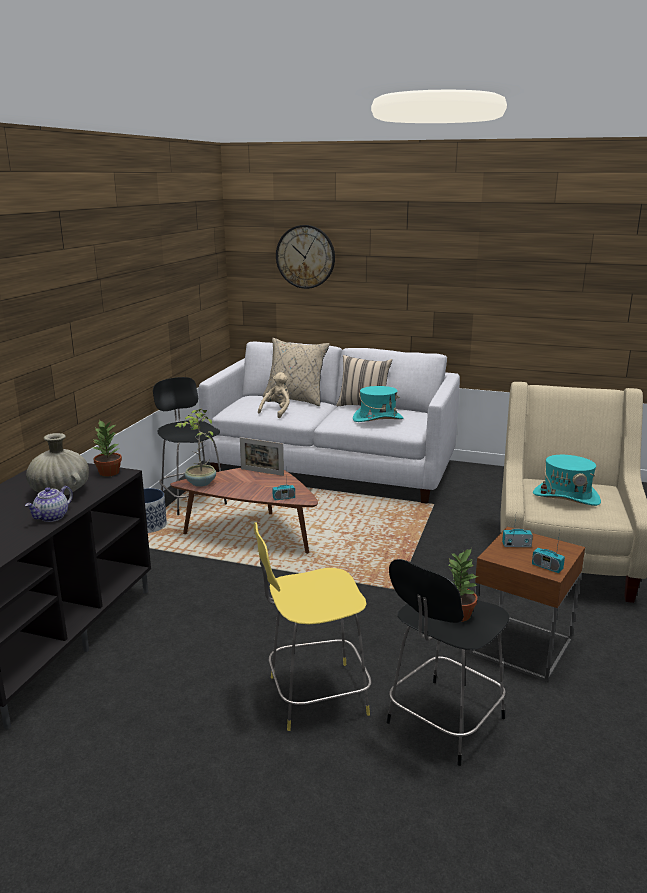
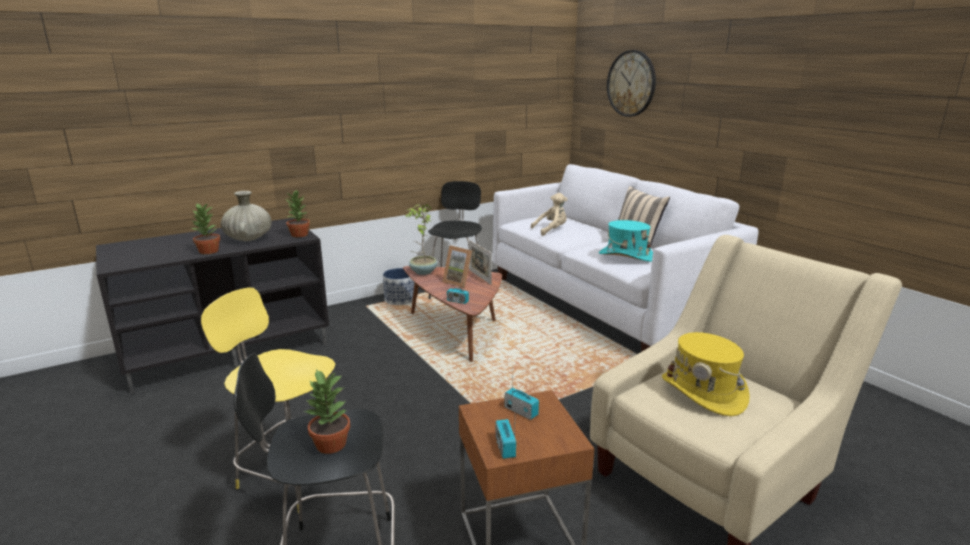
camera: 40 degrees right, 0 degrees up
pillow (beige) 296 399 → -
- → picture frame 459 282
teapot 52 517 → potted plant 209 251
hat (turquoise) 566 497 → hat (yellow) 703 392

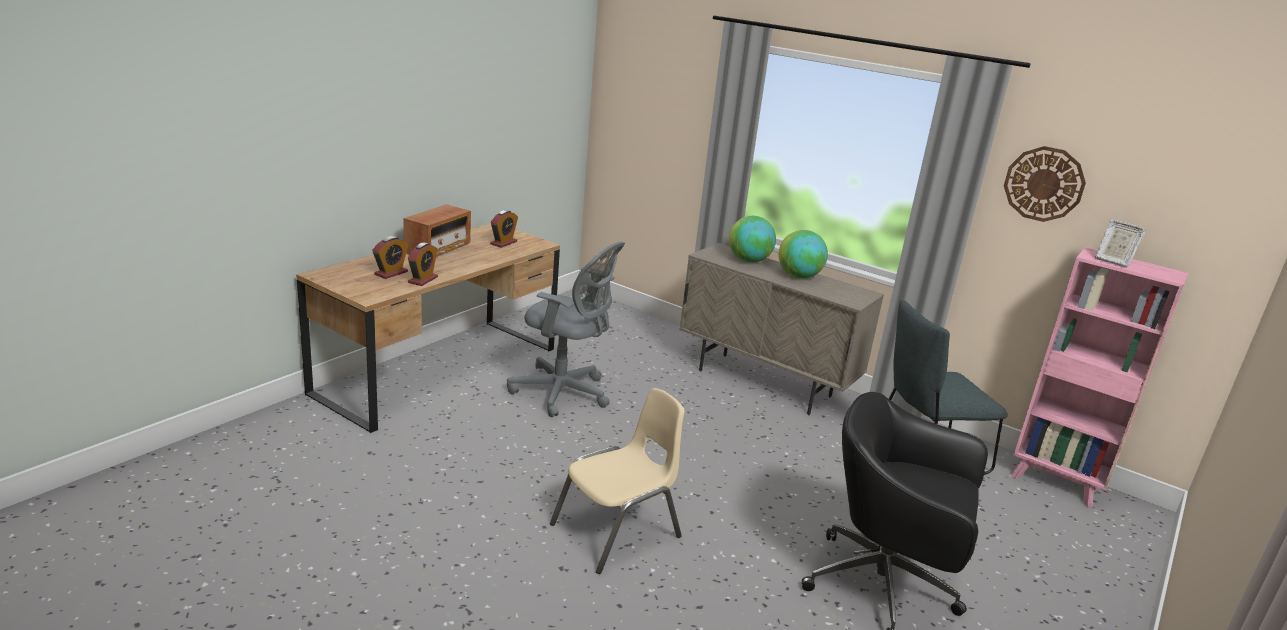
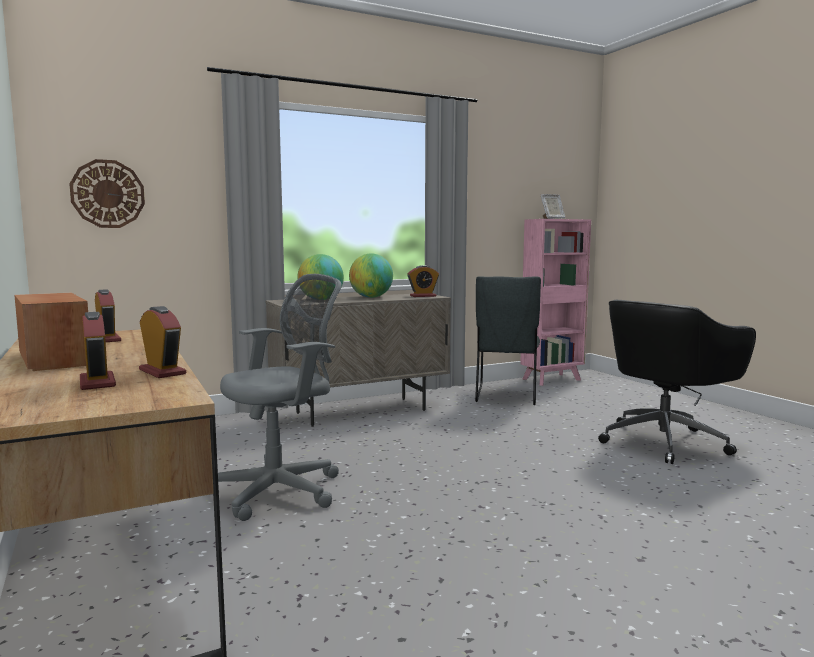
camera: 60 degrees left, 15 degrees down
chair (beige) 617 531 → -
- → alarm clock 423 296
wall clock 1044 184 → wall clock 108 194, relocated

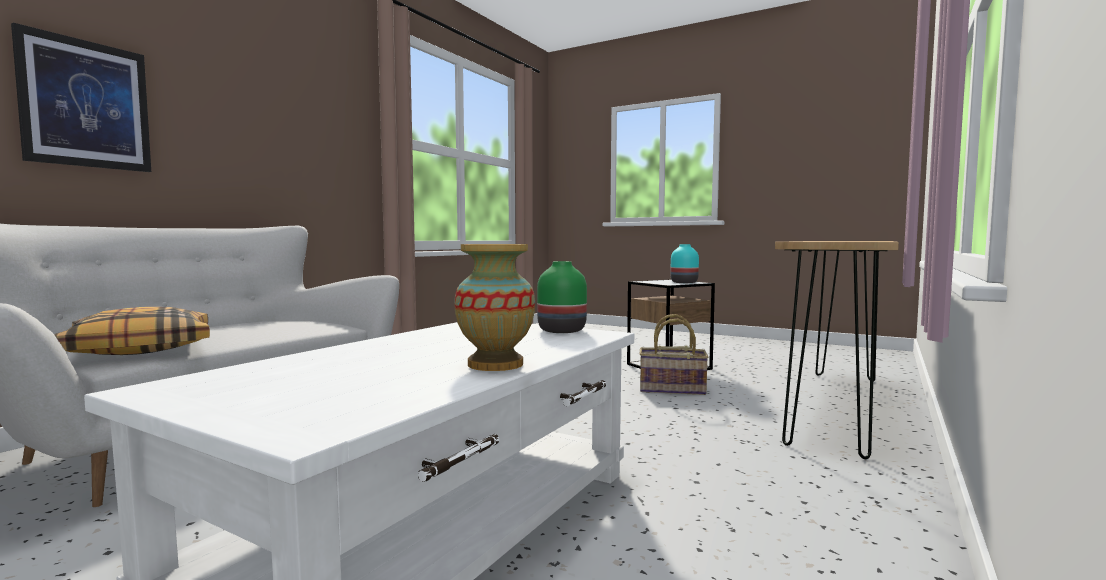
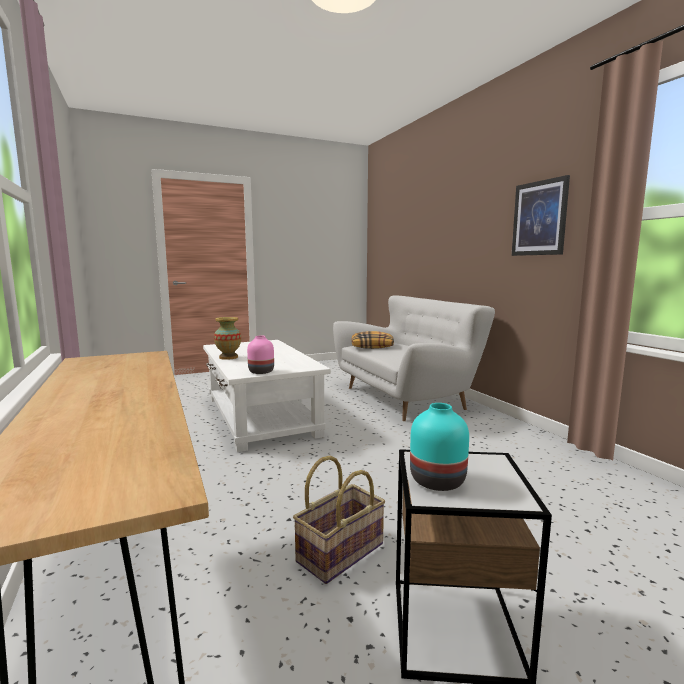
camera: 125 degrees right, 5 degrees up
picture 86 104 → picture 539 218, relocated
vase (green) 562 330 → vase (pink) 261 372

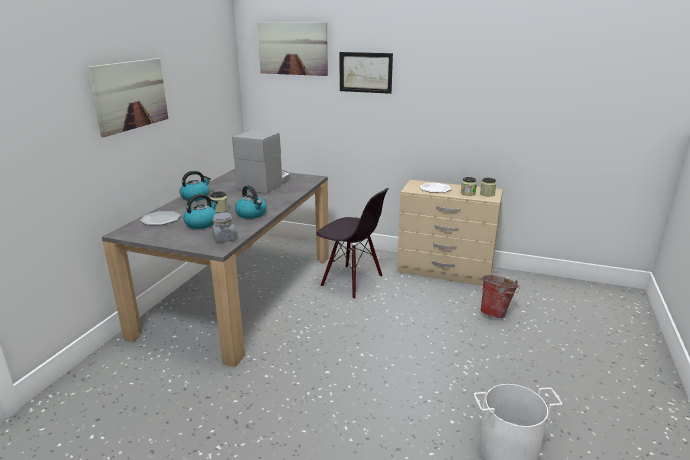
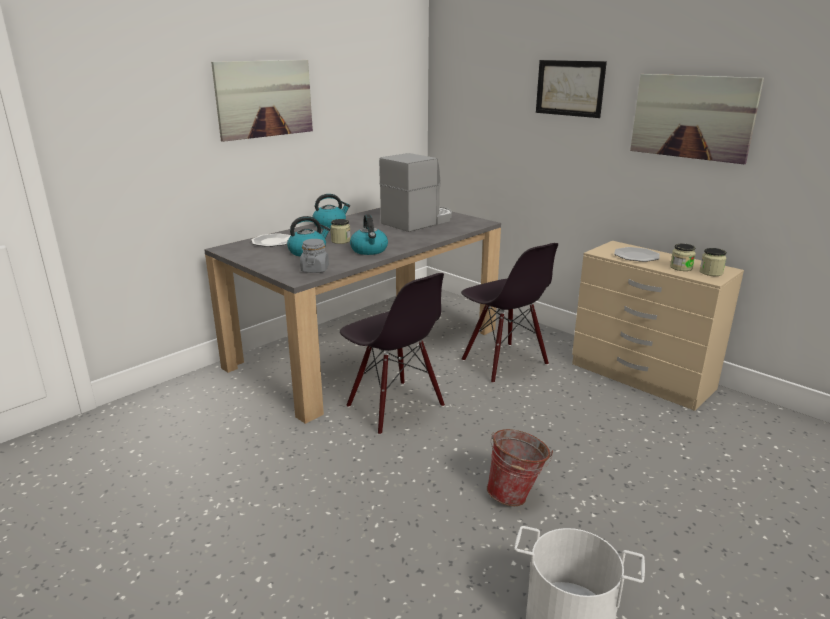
camera: 25 degrees right, 0 degrees up
- → chair (black) 394 407
picture 293 48 → picture 692 117, relocated
bucket 496 313 → bucket 516 495, relocated

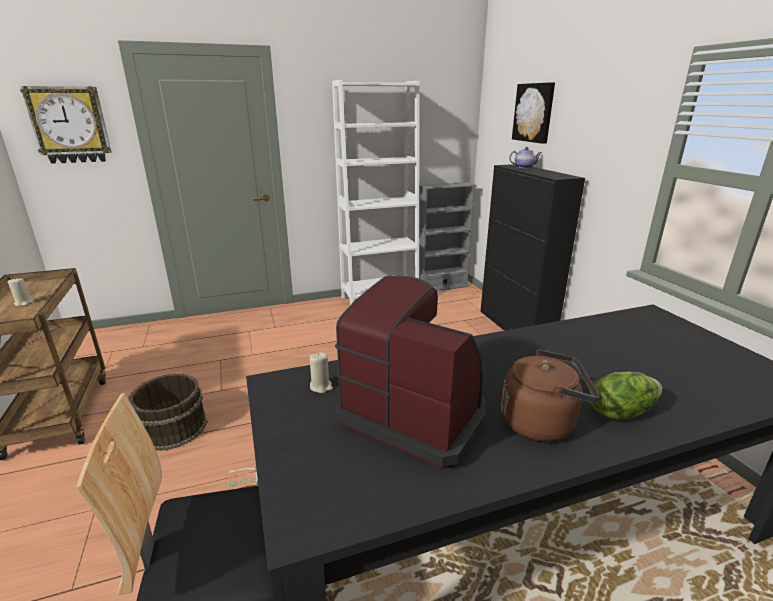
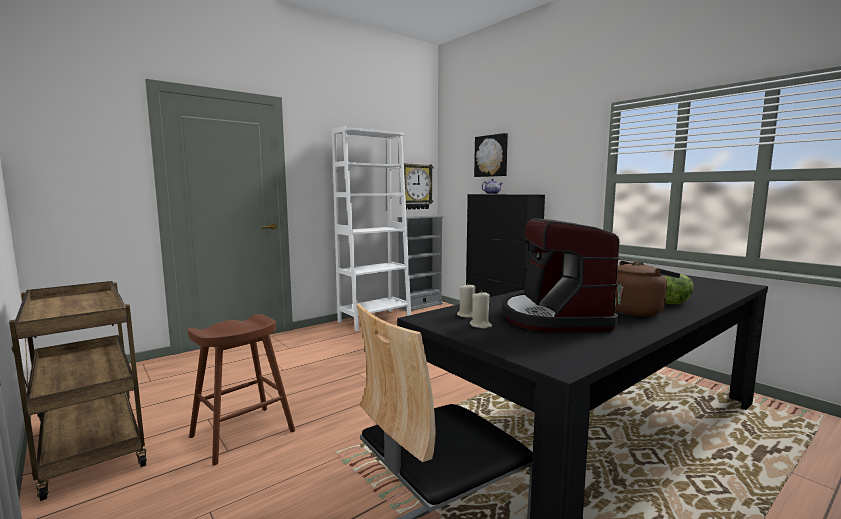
camera: 20 degrees left, 15 degrees down
candle (beige) 24 303 → candle (beige) 480 325, relocated
wall clock 70 125 → wall clock 415 186, relocated
bucket (brown) 171 427 → stool (brown) 243 434
coffee machine 414 414 → coffee machine 554 317, 105 degrees counterclockwise

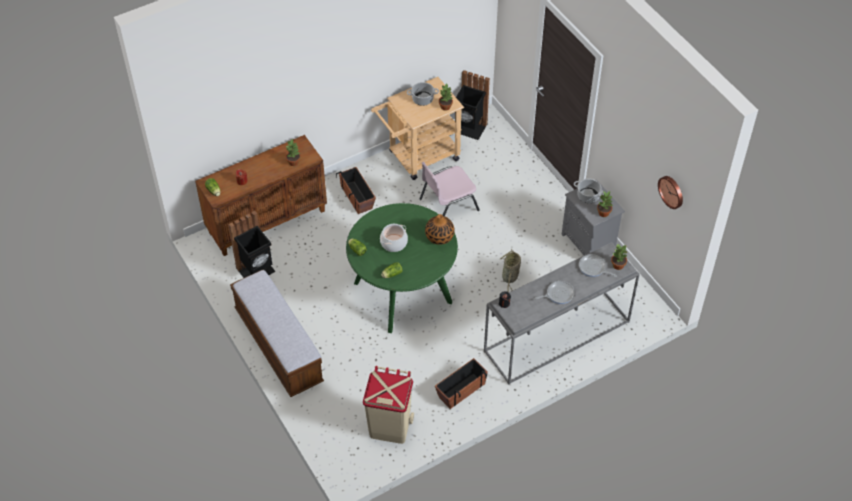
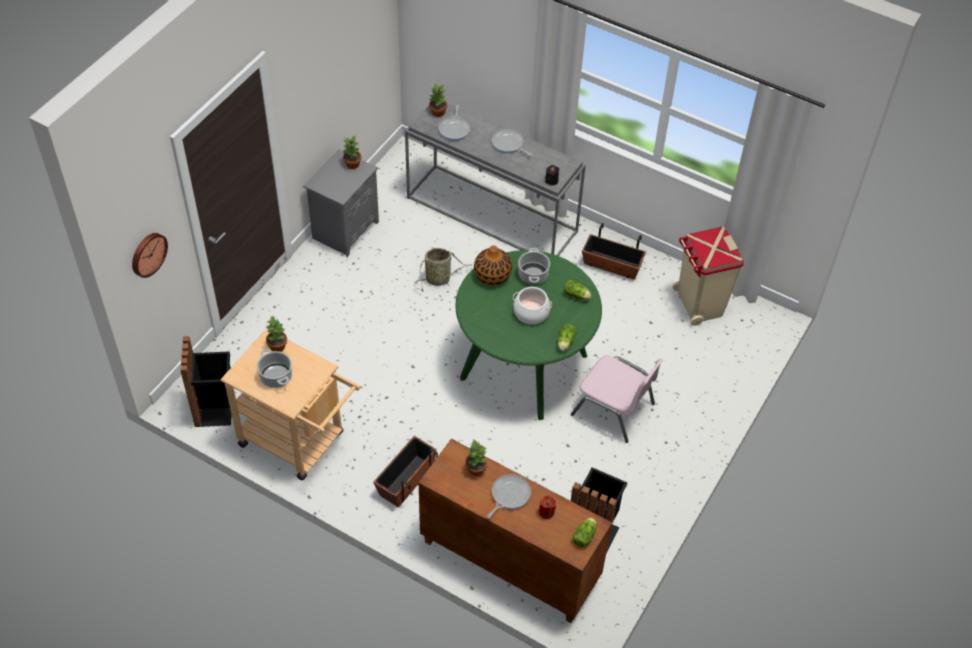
camera: 120 degrees left, 0 degrees up
bench 278 346 → -
- → frying pan 509 495
chair (pink) 447 204 → chair (pink) 614 409, relocated
cooking pot 587 196 → cooking pot 533 275, relocated
wall clock 671 191 → wall clock 147 254, relocated

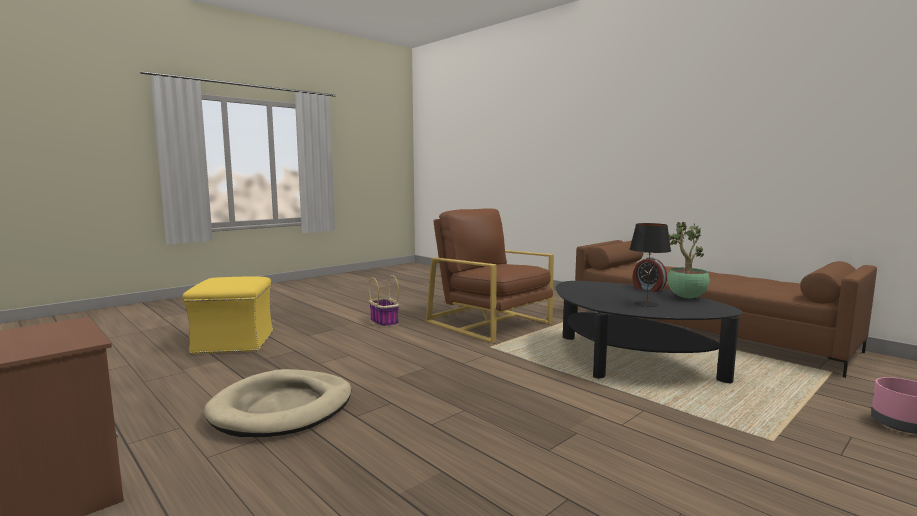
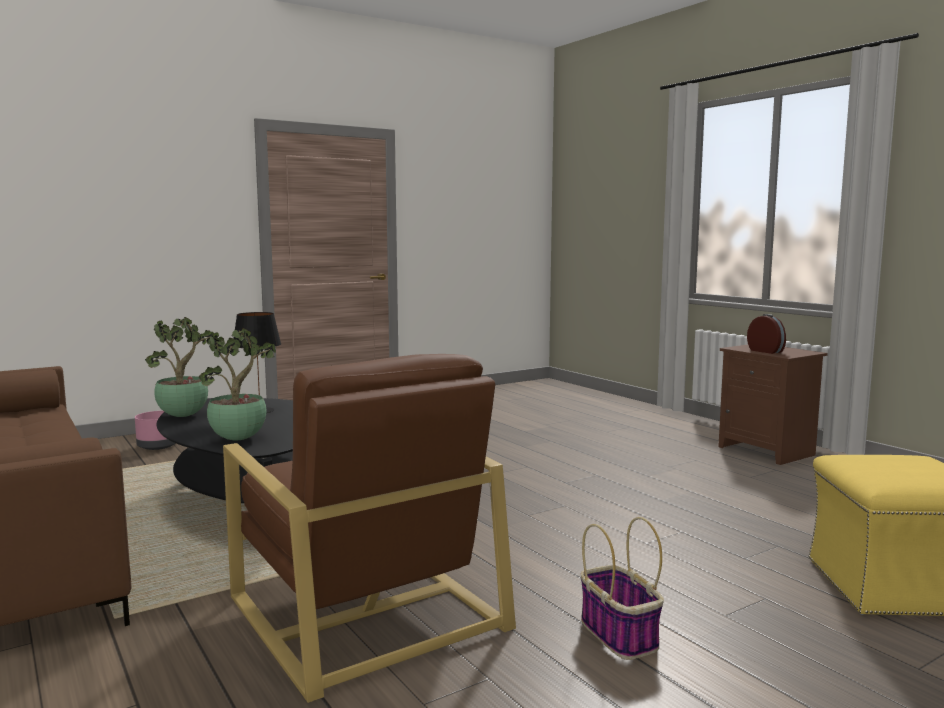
camera: 170 degrees left, 0 degrees up
dog bed (beige) 283 408 → -
- → potted plant 240 439
alarm clock 648 289 → alarm clock 766 351, relocated

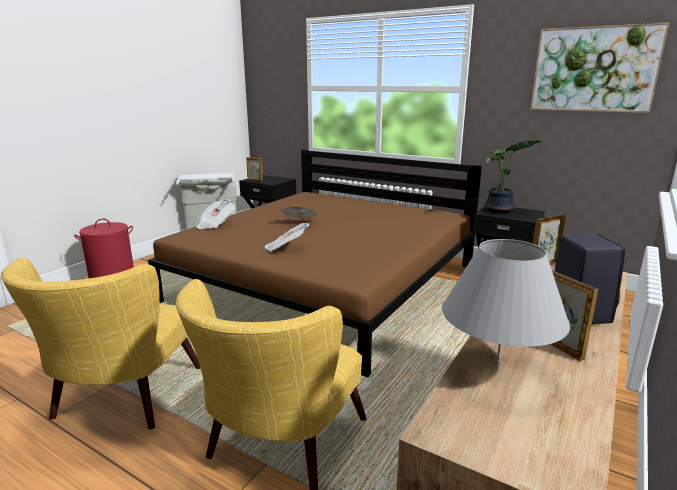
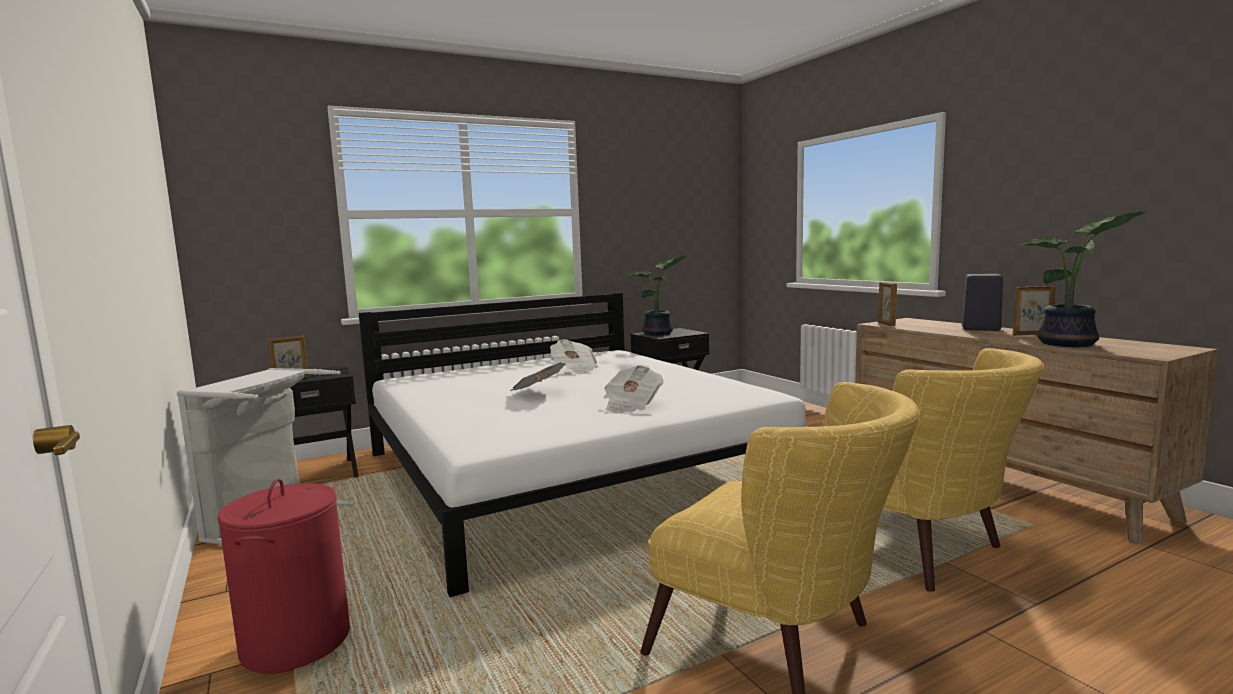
camera: 60 degrees left, 10 degrees down
picture 594 69 → -
newspaper 215 224 → newspaper 574 370, relocated
table lamp (grey) 496 370 → potted plant 1070 344
bed (brown) 327 282 → bed (white) 568 471

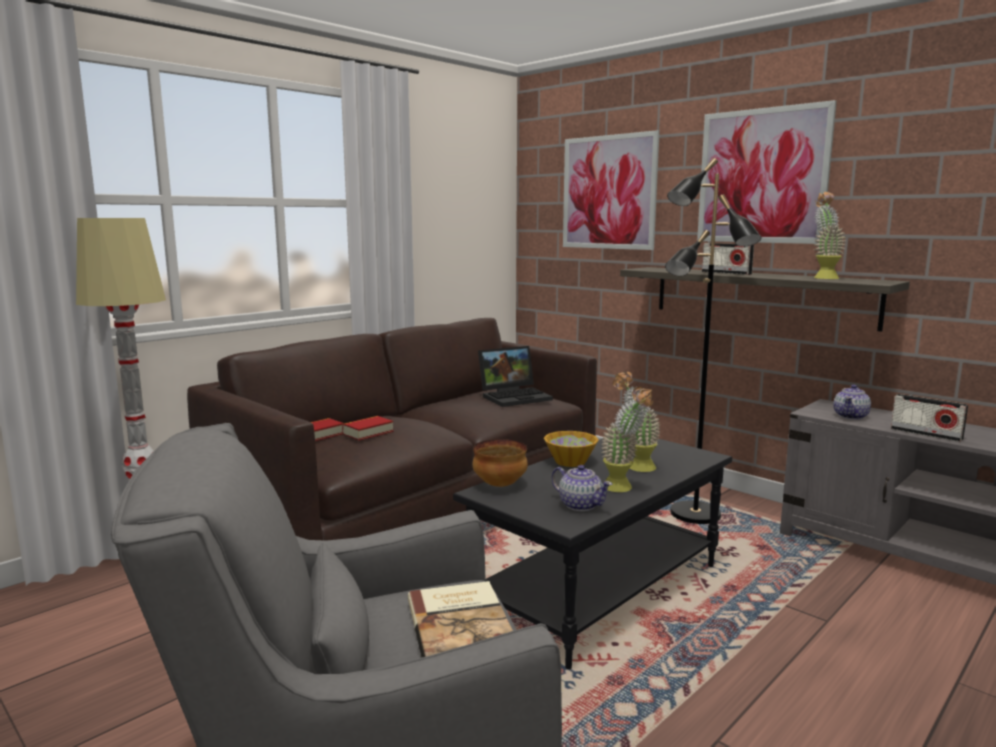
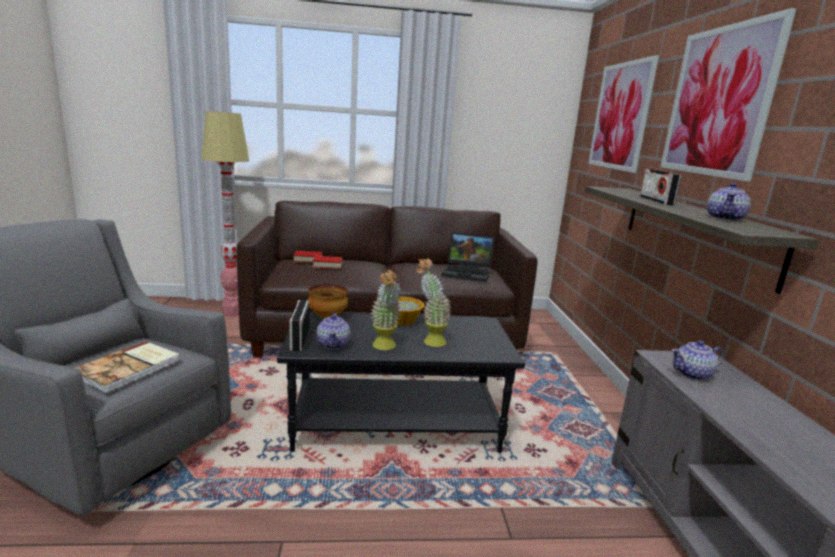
camera: 40 degrees right, 5 degrees up
floor lamp (black) 694 515 → -
radio 926 434 → radio 299 339, relocated
potted plant 822 278 → teapot 725 218

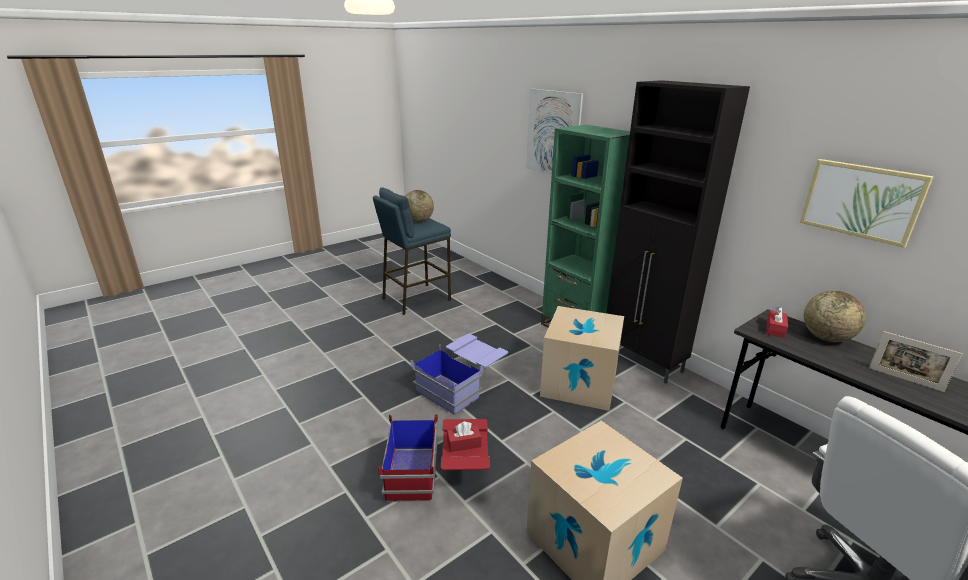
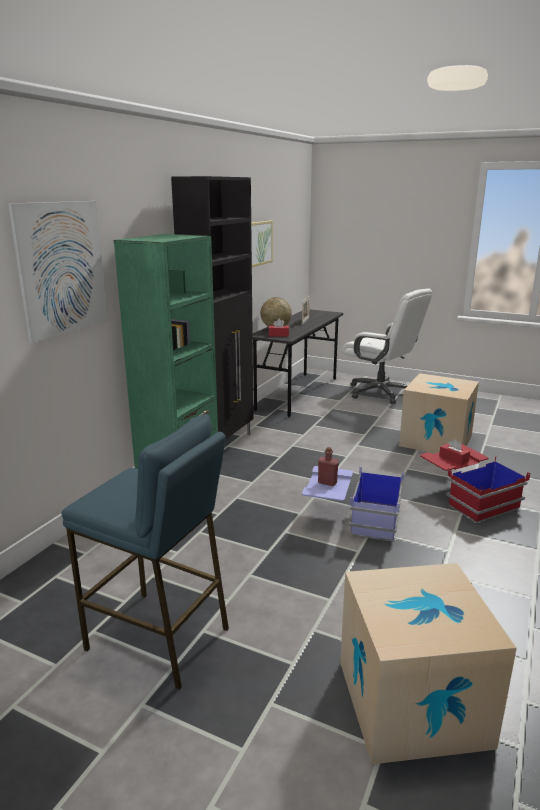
camera: 115 degrees left, 5 degrees down
globe 418 221 → -
- → bottle (red) 327 482
cardboard box 579 383 → cardboard box 412 702, relocated

